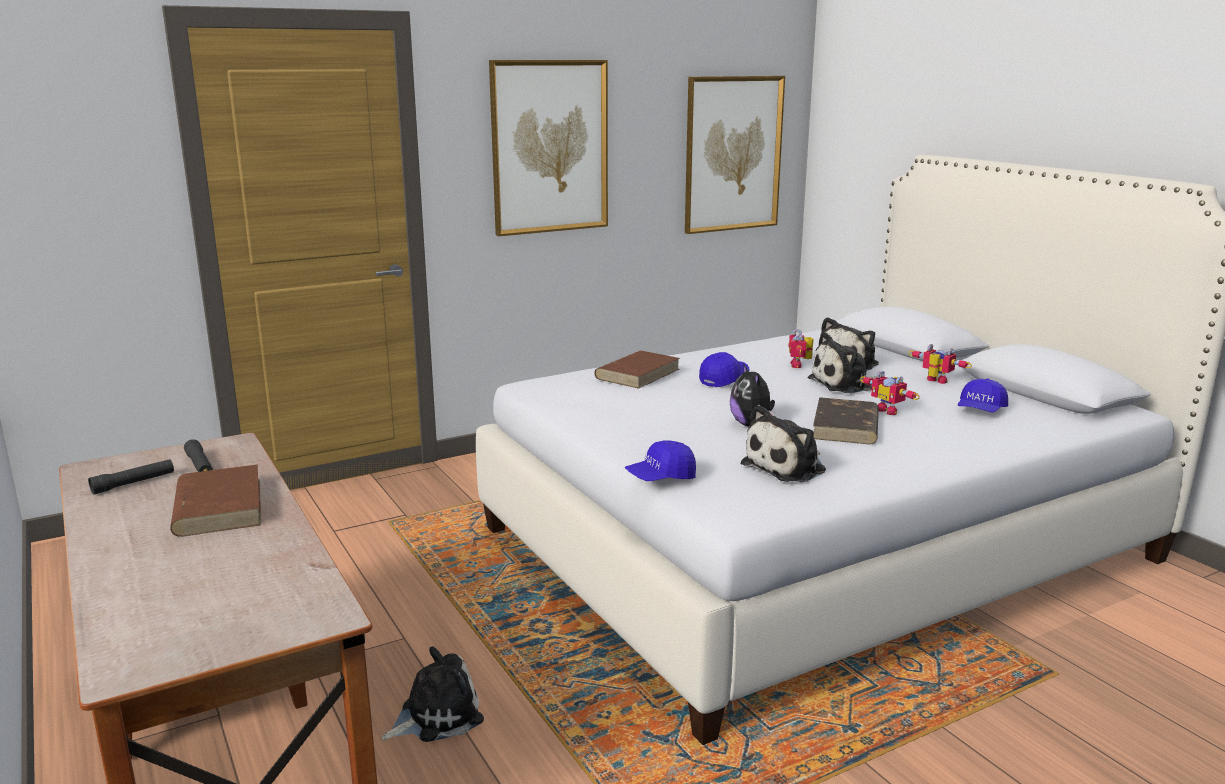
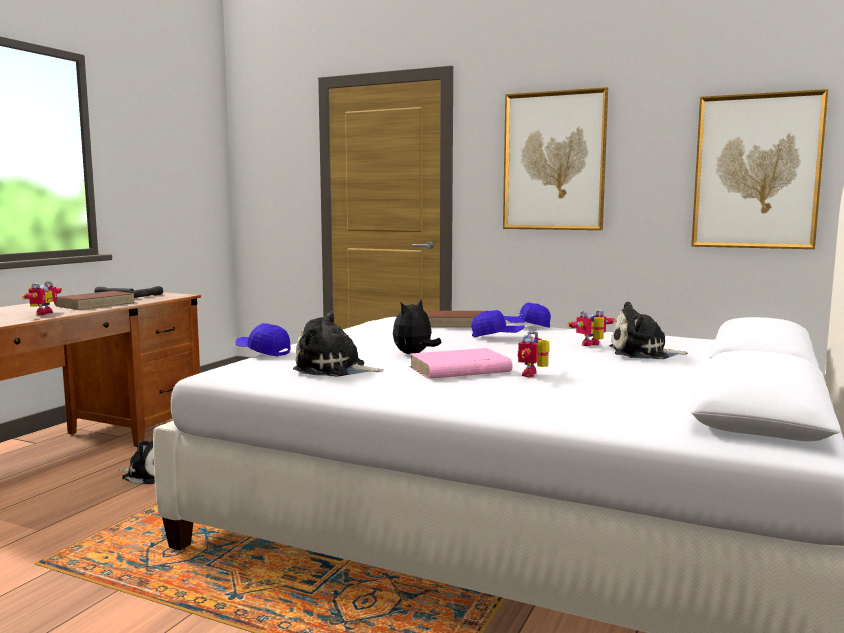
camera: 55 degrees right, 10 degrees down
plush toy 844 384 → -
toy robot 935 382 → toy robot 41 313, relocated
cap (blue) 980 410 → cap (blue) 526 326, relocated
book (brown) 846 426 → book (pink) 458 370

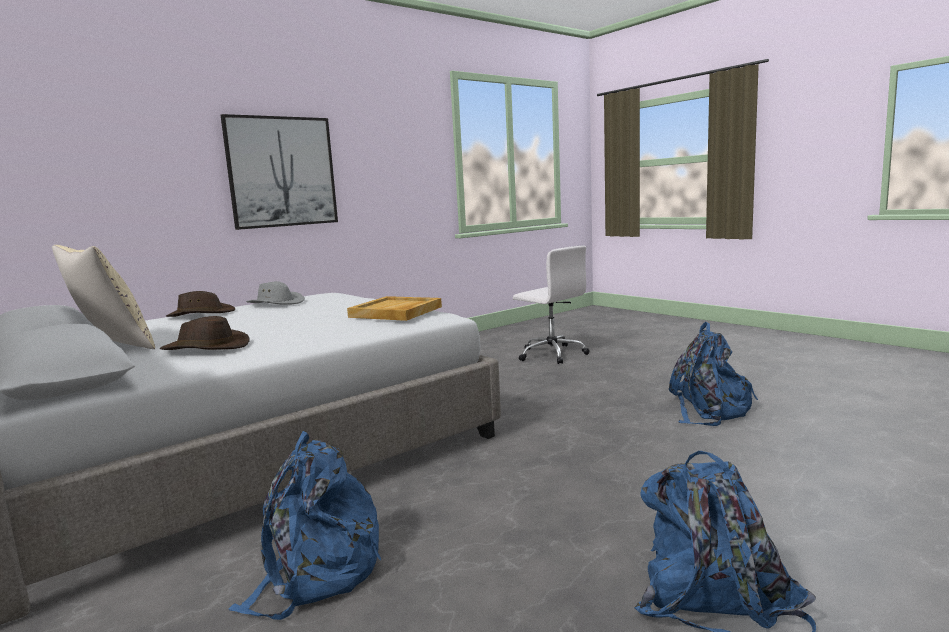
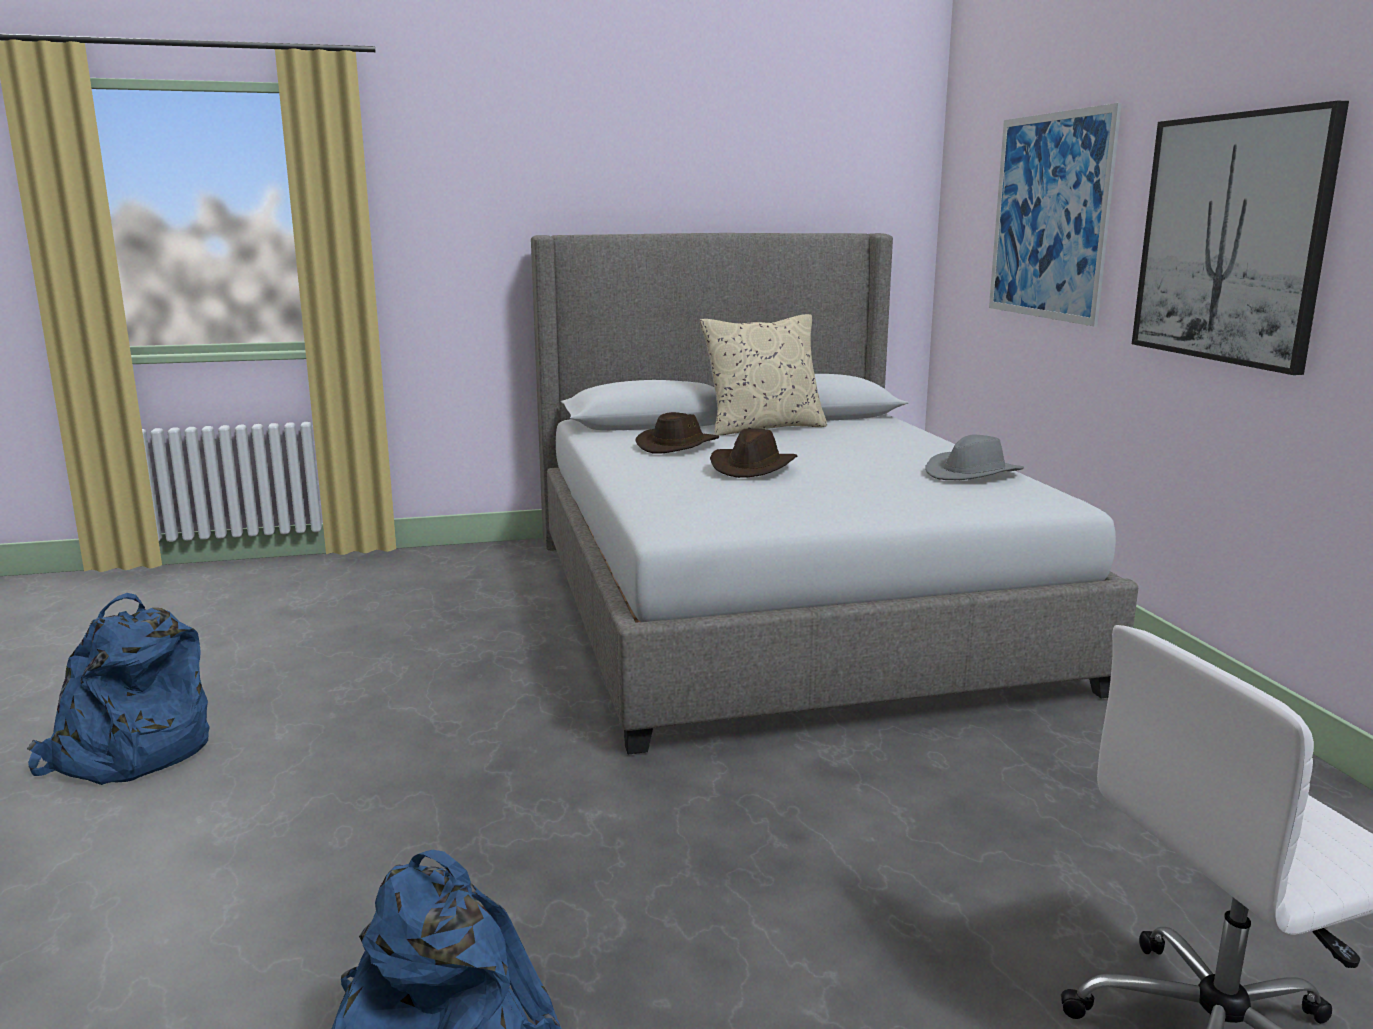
camera: 115 degrees right, 5 degrees up
backpack (blue) 315 572 → -
tray (beige) 396 312 → -
- → picture 1049 217
hat (brown) 201 314 → hat (brown) 753 467, relocated

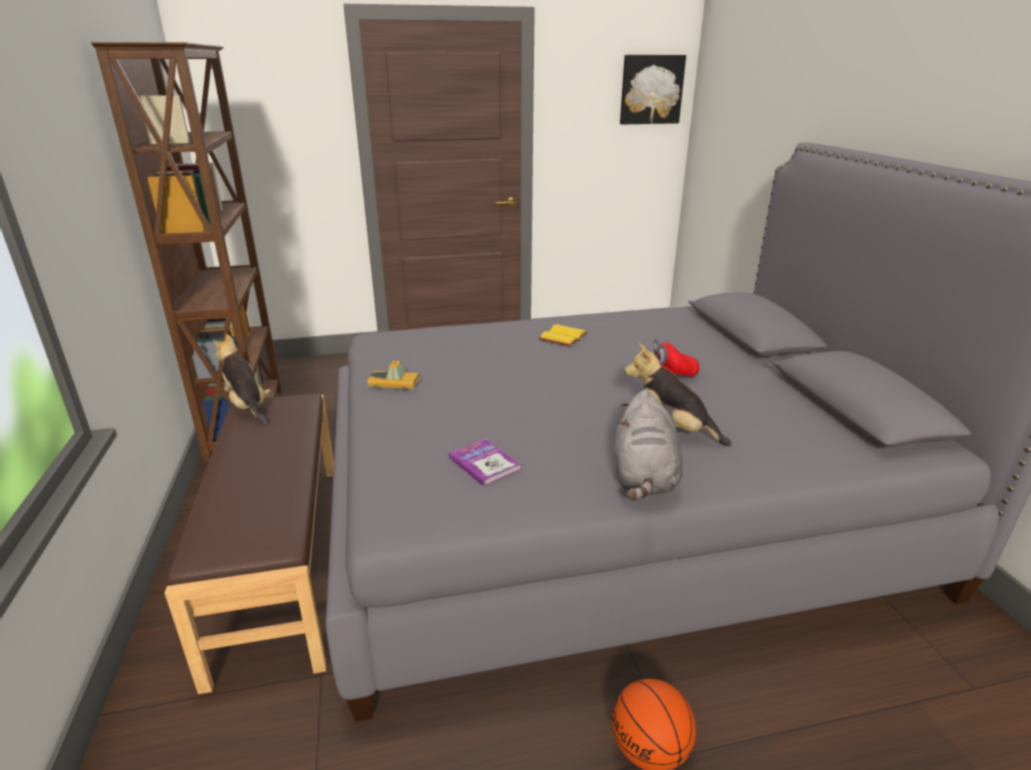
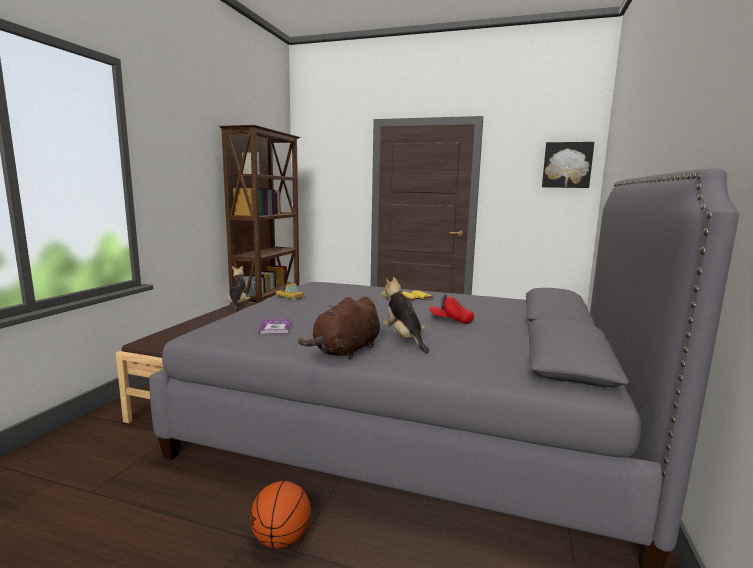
camera: 30 degrees right, 15 degrees down
plush toy (grey) 644 478 → plush toy (brown) 346 351

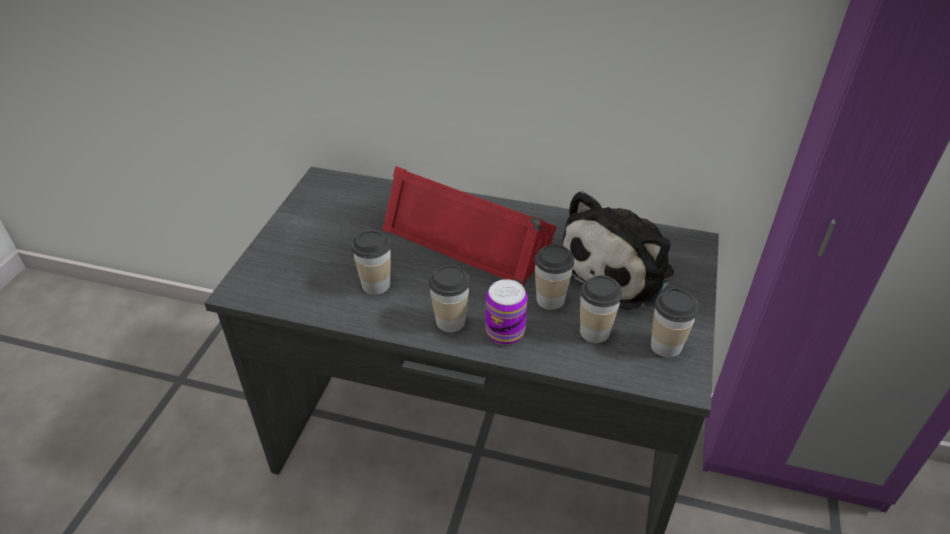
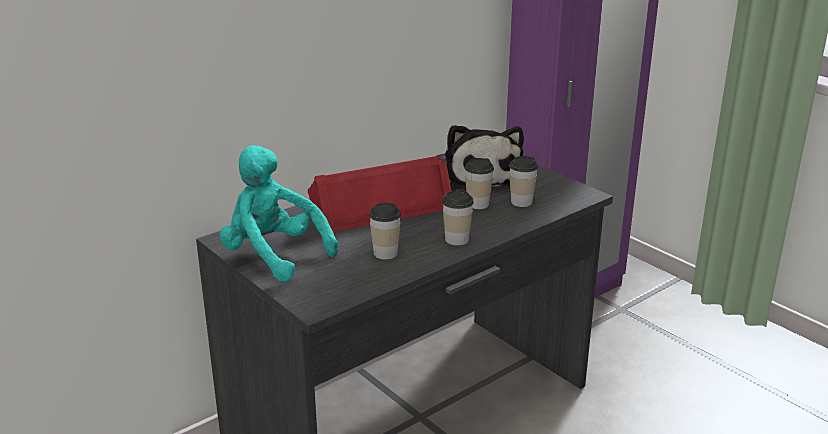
camera: 55 degrees left, 15 degrees down
can 505 332 → -
cup 666 346 → -
- → plush toy (turquoise) 273 256

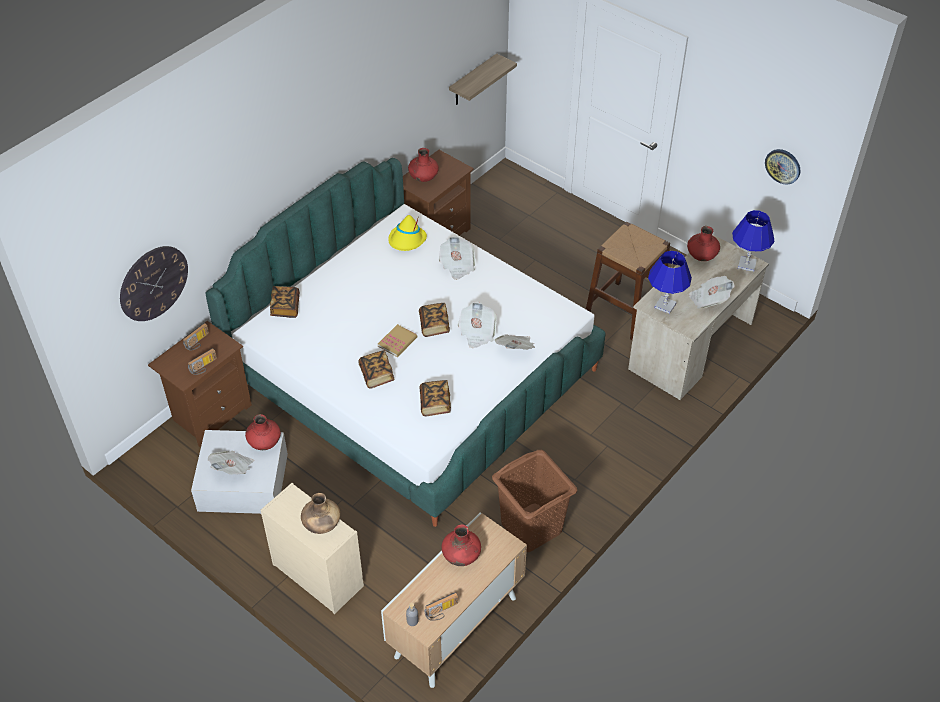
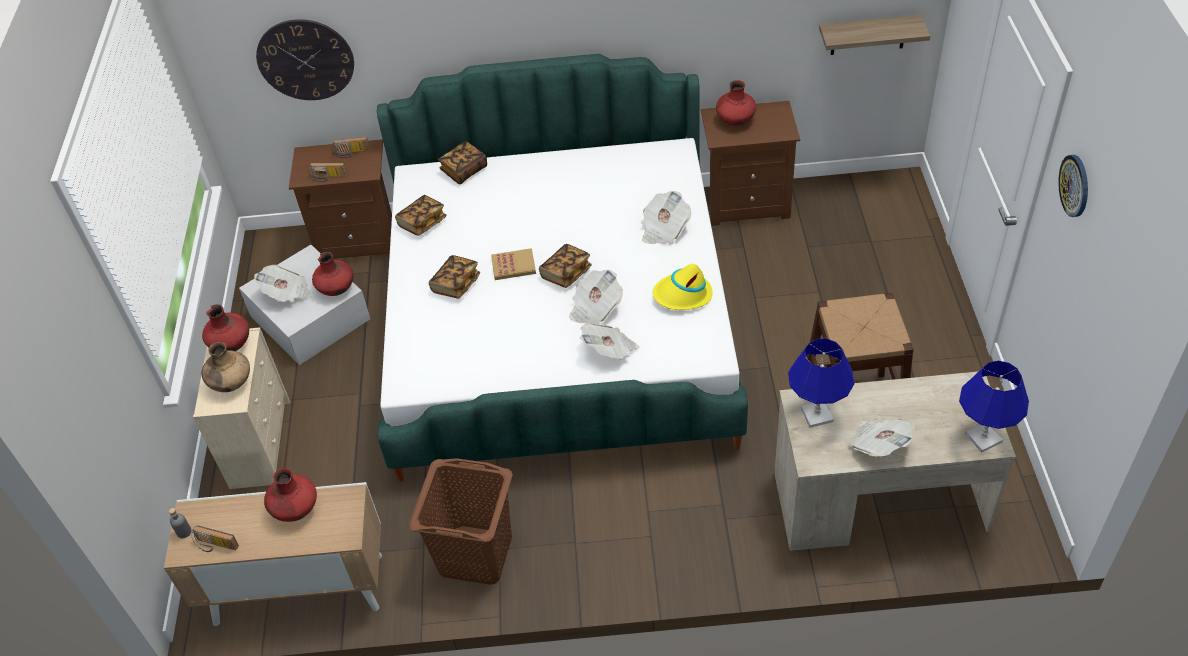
camera: 50 degrees right, 0 degrees up
hat (yellow) 407 240 → hat (yellow) 682 295, relocated
book 435 404 → book 422 223, relocated
vase (red) 701 256 → vase (red) 231 344, relocated
wall clock 783 166 → wall clock 1075 185, relocated

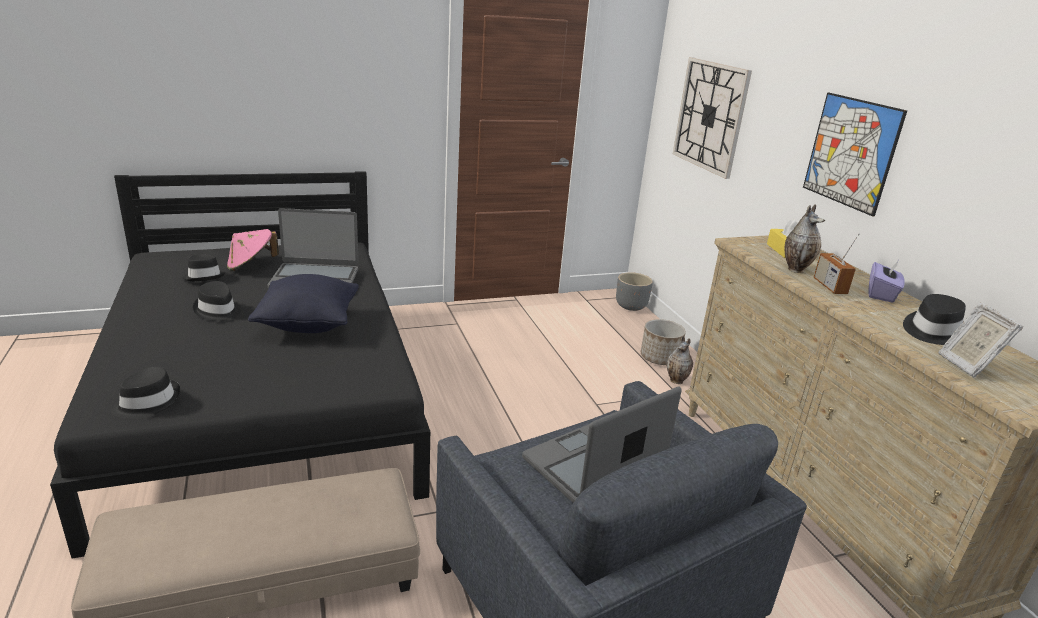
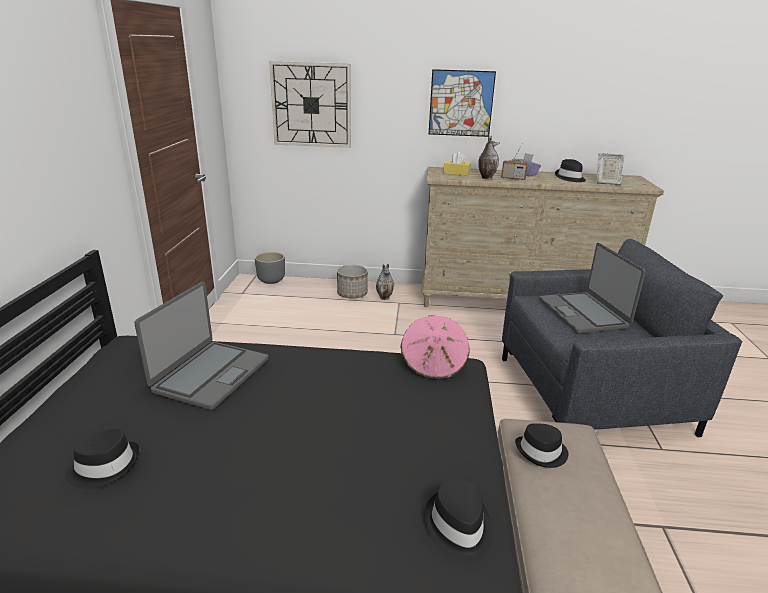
camera: 65 degrees left, 0 degrees up
pillow (black) 308 324 → -
hat (black) 218 310 → hat (black) 542 452, relocated
hat (pink) 251 266 → hat (pink) 434 365, relocated

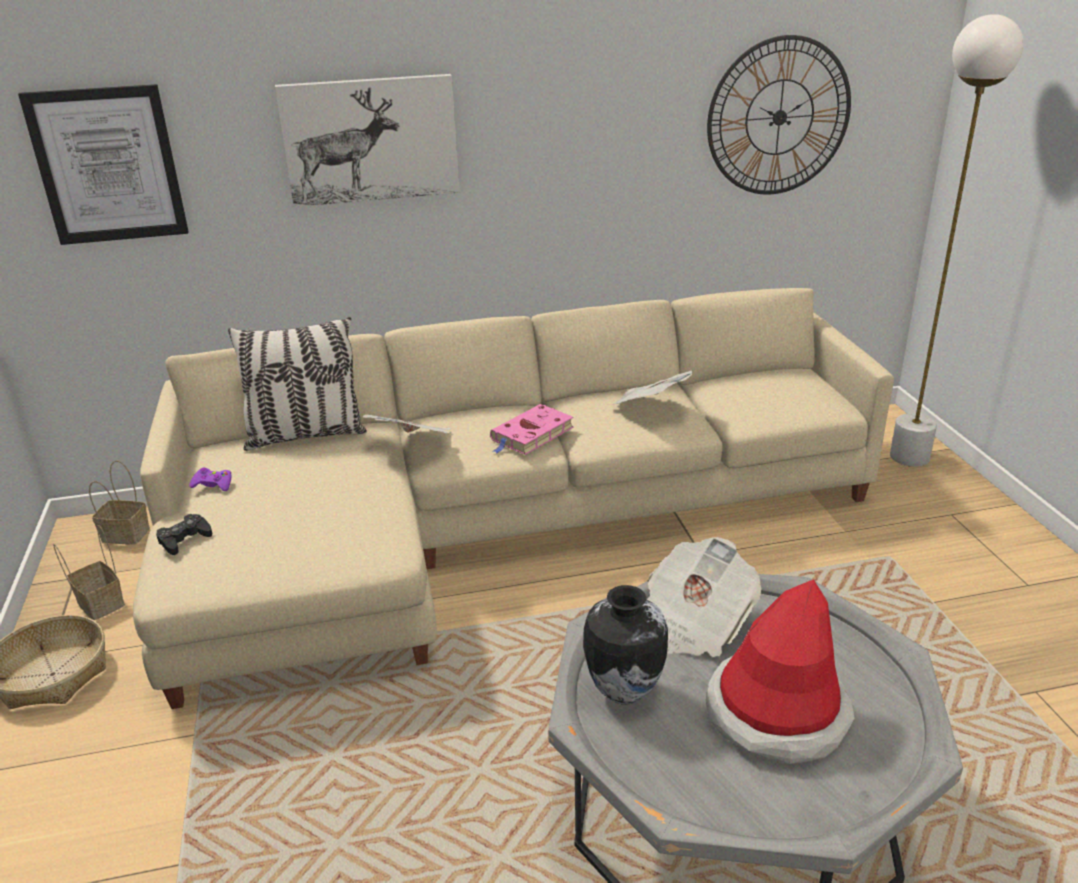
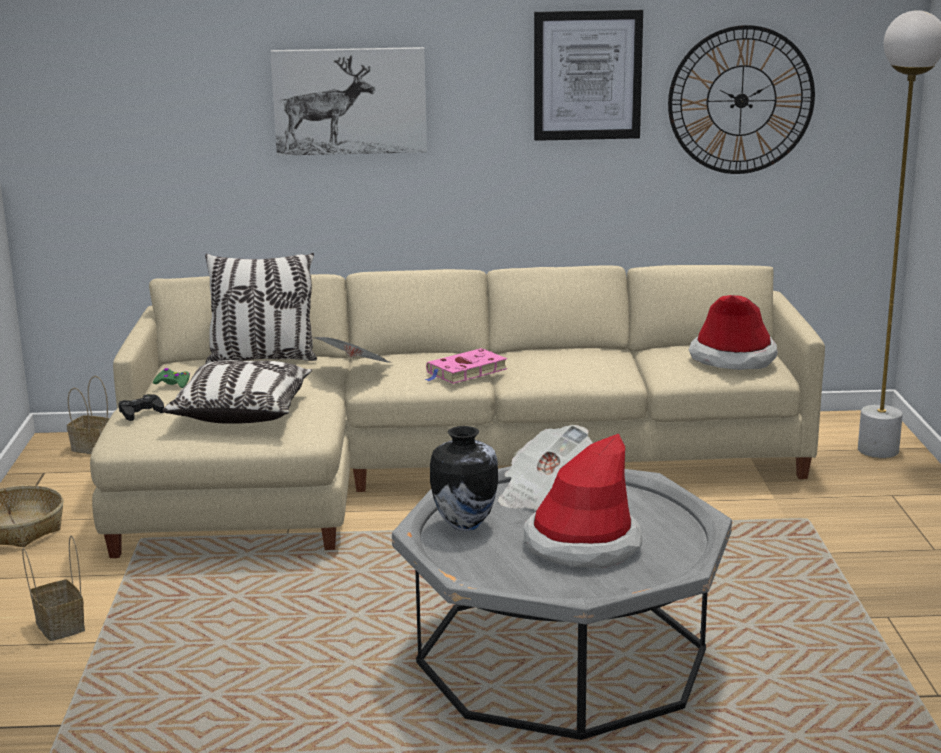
camera: 10 degrees right, 10 degrees down
newspaper 651 407 → -
- → pillow 242 412
- → hat 733 358
picture 108 165 → picture 587 75, relocated
basket 99 603 → basket 58 626, relocated
game controller (purple) 213 484 → game controller (green) 173 383

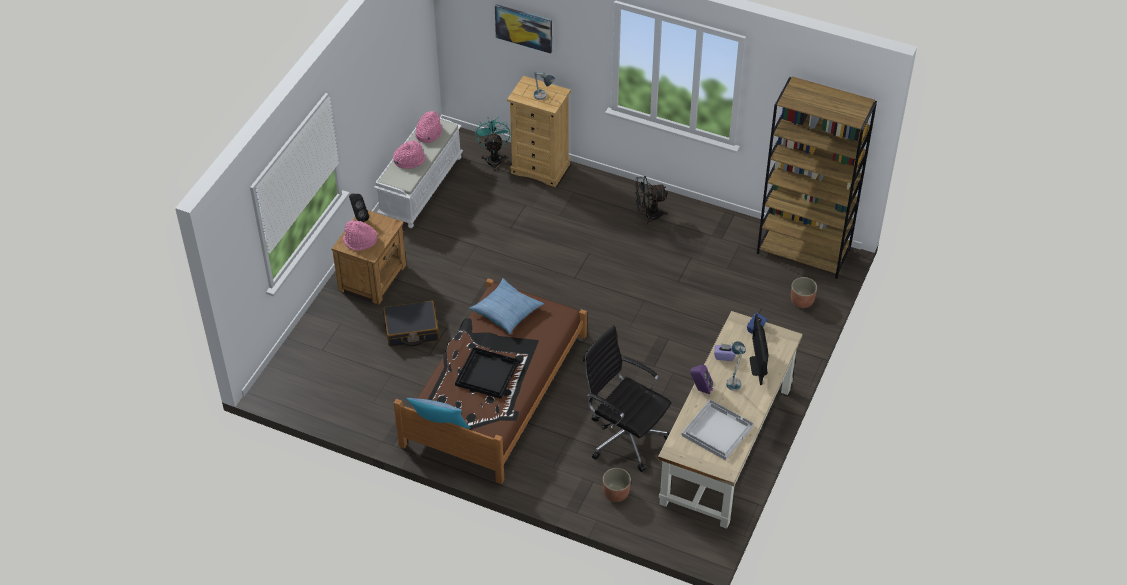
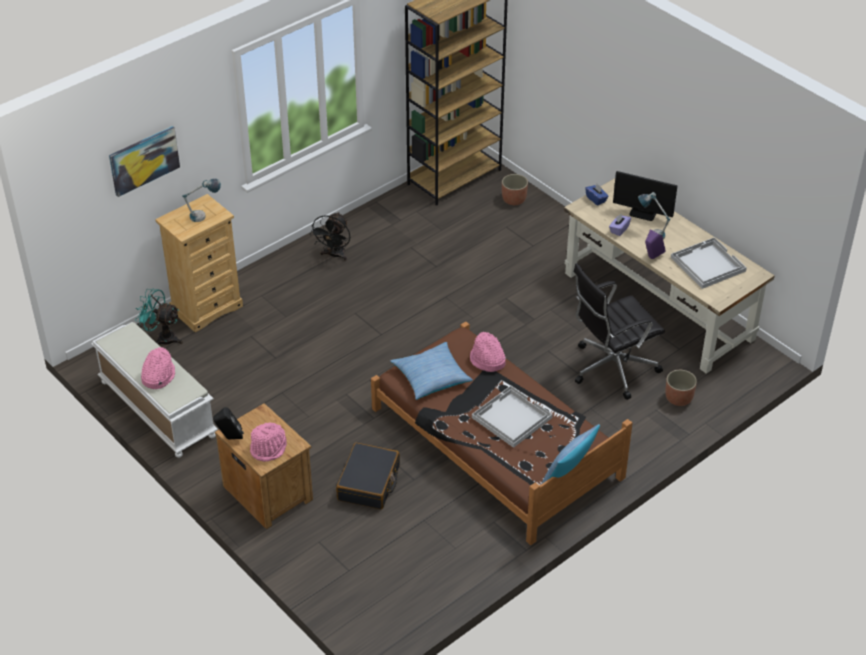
camera: 65 degrees left, 5 degrees down
hat (pink) 428 133 → hat (pink) 487 360, relocated
tray (black) 486 373 → tray (white) 511 417

